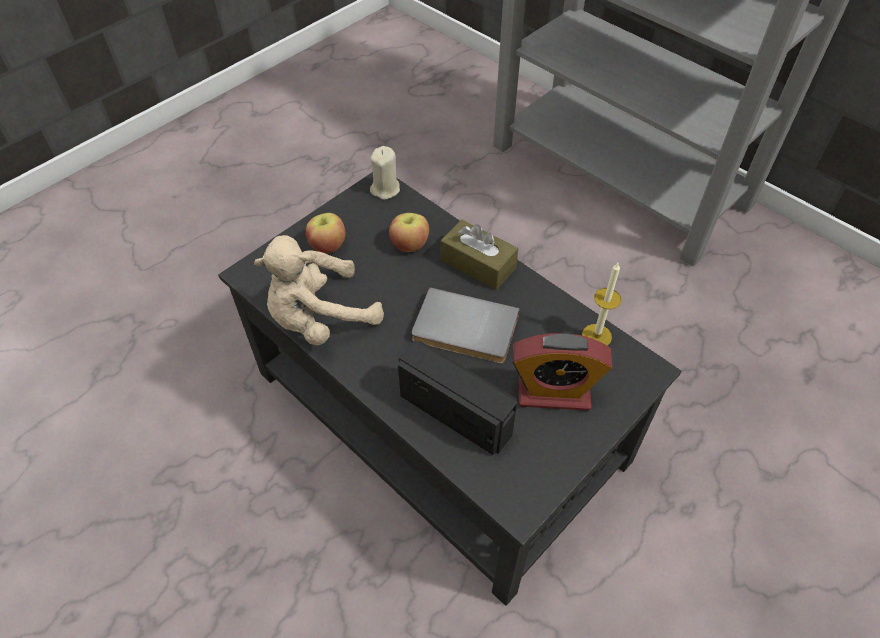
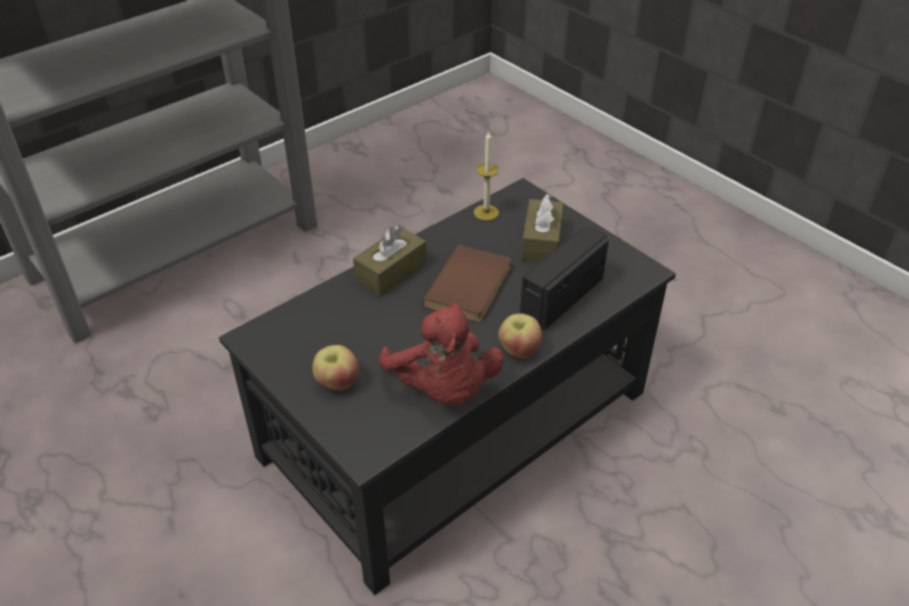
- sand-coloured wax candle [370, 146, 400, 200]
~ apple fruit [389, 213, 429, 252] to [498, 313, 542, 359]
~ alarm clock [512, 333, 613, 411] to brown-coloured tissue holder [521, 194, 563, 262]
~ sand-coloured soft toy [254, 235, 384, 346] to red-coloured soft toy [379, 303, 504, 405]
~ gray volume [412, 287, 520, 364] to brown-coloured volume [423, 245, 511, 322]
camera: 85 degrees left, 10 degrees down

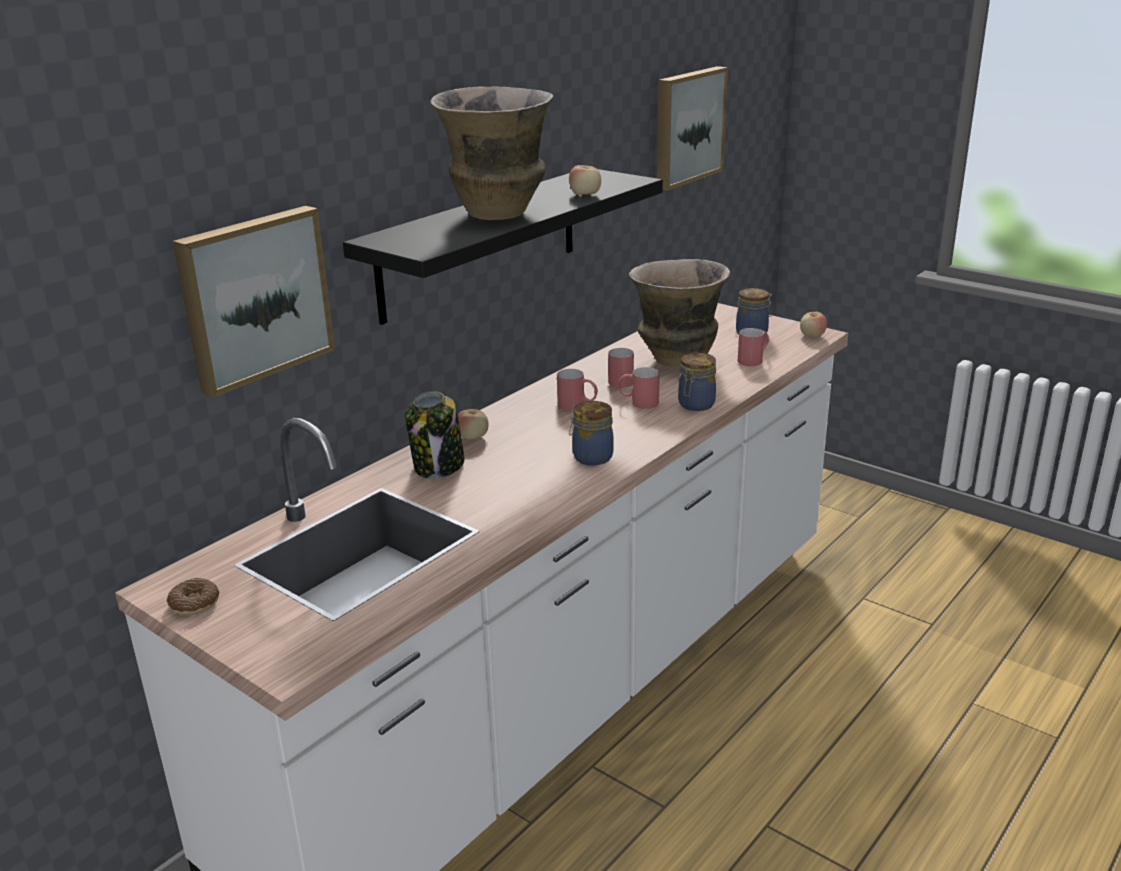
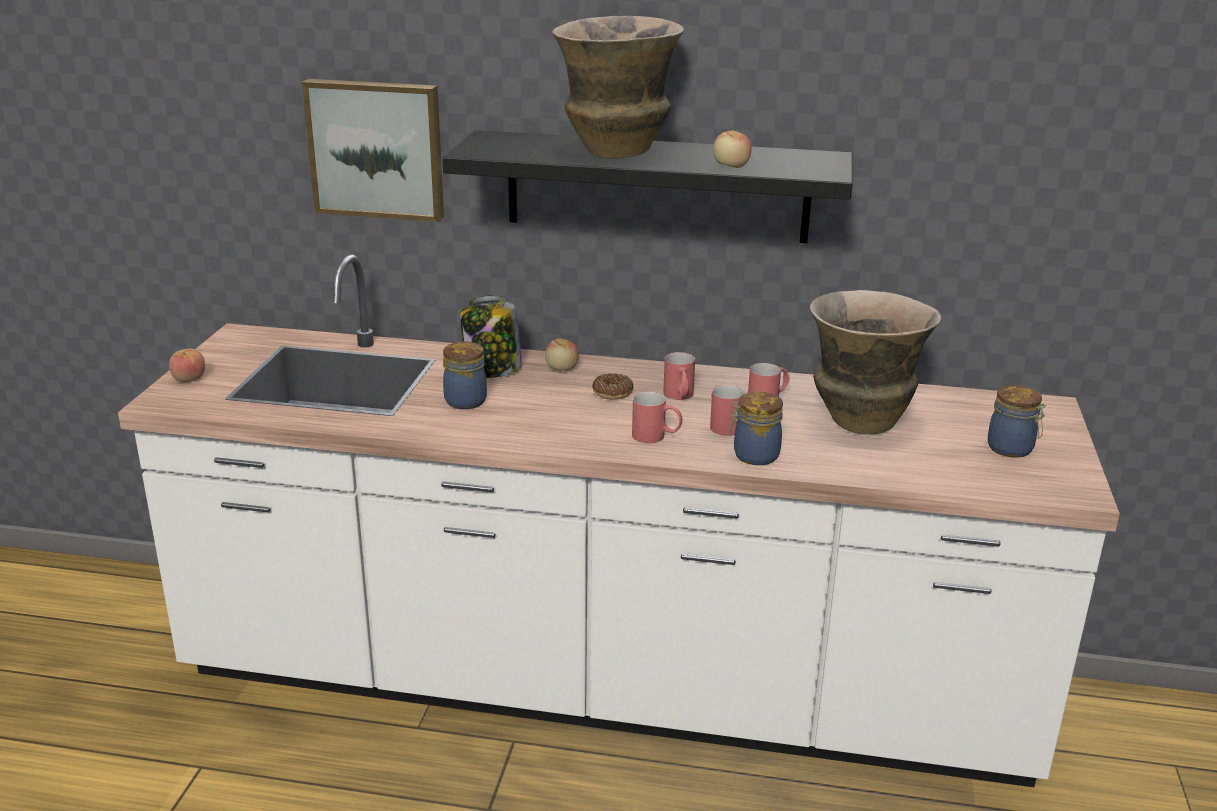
- wall art [657, 66, 728, 191]
~ doughnut [167, 578, 220, 615] to [592, 373, 634, 400]
~ jar [569, 401, 614, 466] to [443, 342, 487, 409]
~ red-coloured coffee mug [738, 328, 769, 366] to [632, 392, 683, 443]
~ apple fruit [800, 312, 827, 338] to [169, 349, 205, 382]
camera: 60 degrees right, 0 degrees up

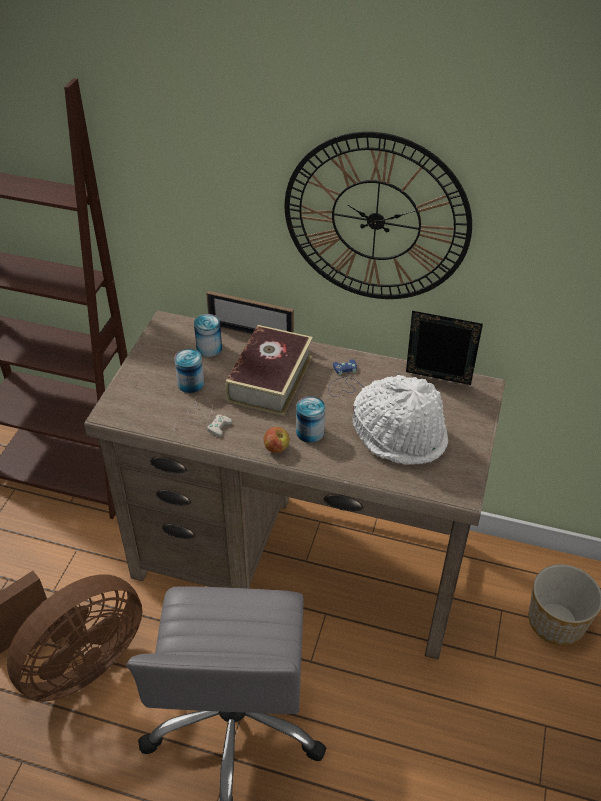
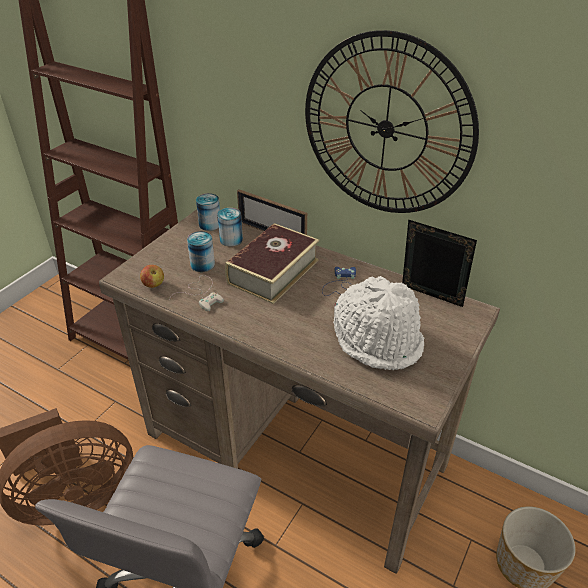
~ apple fruit [263, 427, 289, 453] to [140, 265, 164, 288]
~ metal can [296, 396, 325, 443] to [196, 193, 220, 231]
camera: 15 degrees right, 5 degrees down

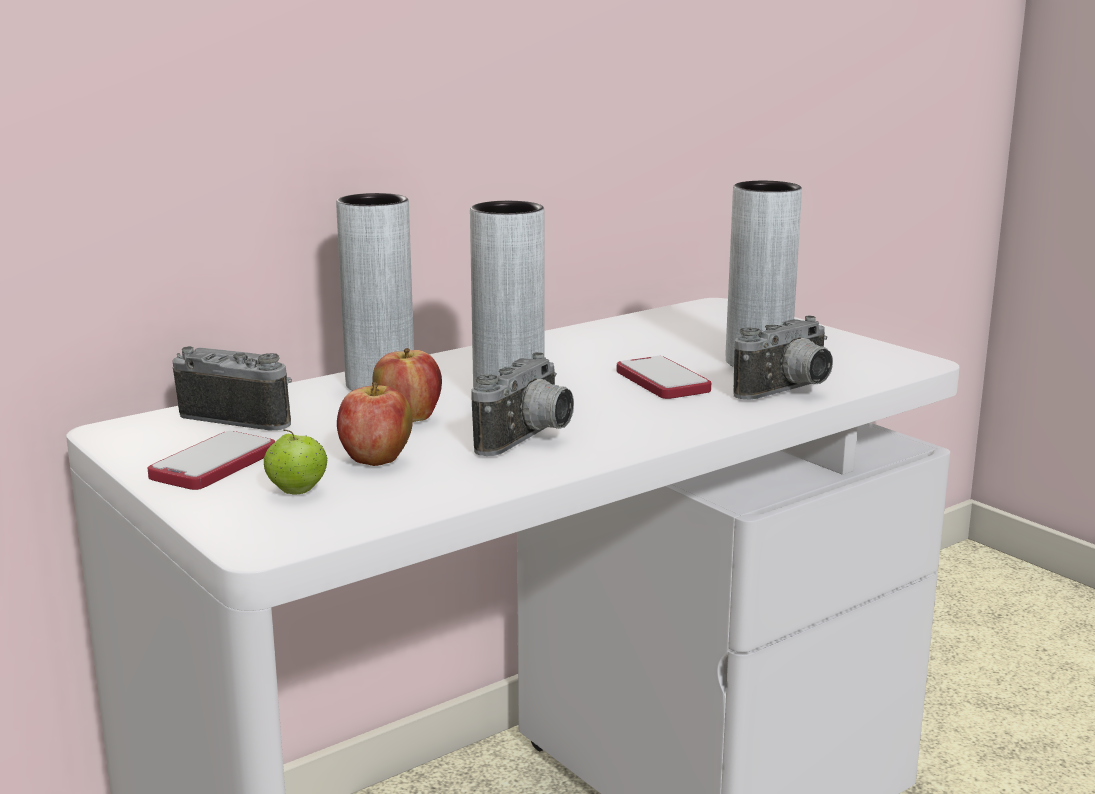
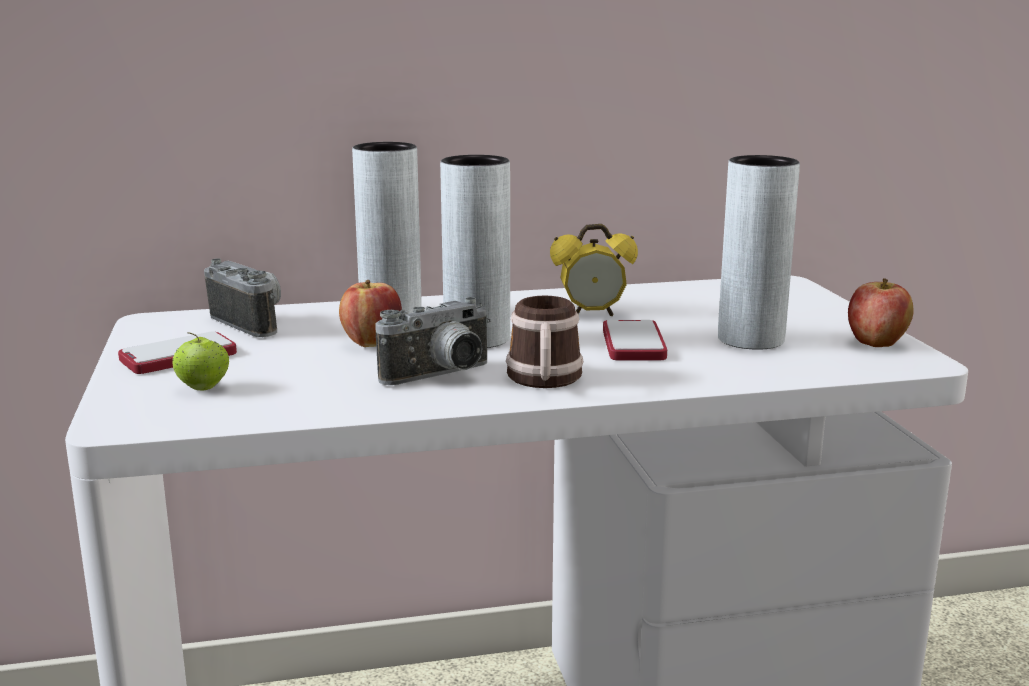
- photo camera [733, 315, 833, 400]
+ coffee mug [506, 296, 584, 388]
+ alarm clock [550, 224, 638, 316]
~ apple fruit [337, 382, 413, 466] to [848, 278, 914, 347]
camera: 25 degrees right, 0 degrees up

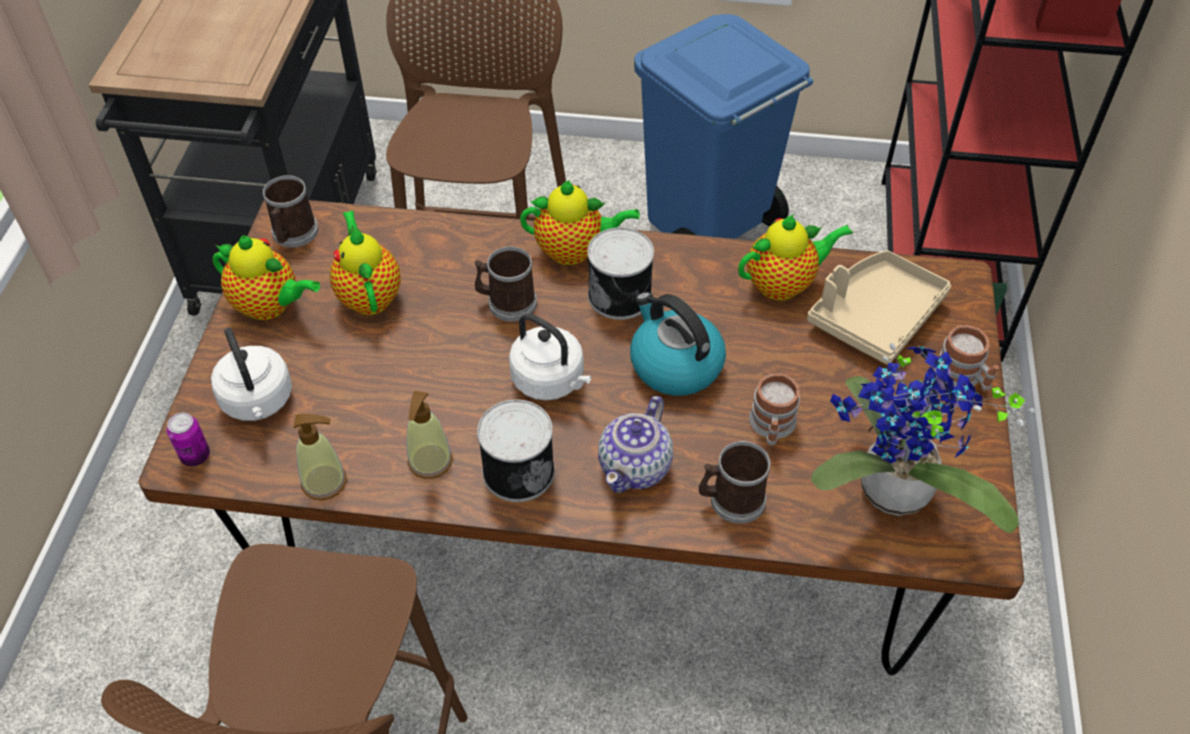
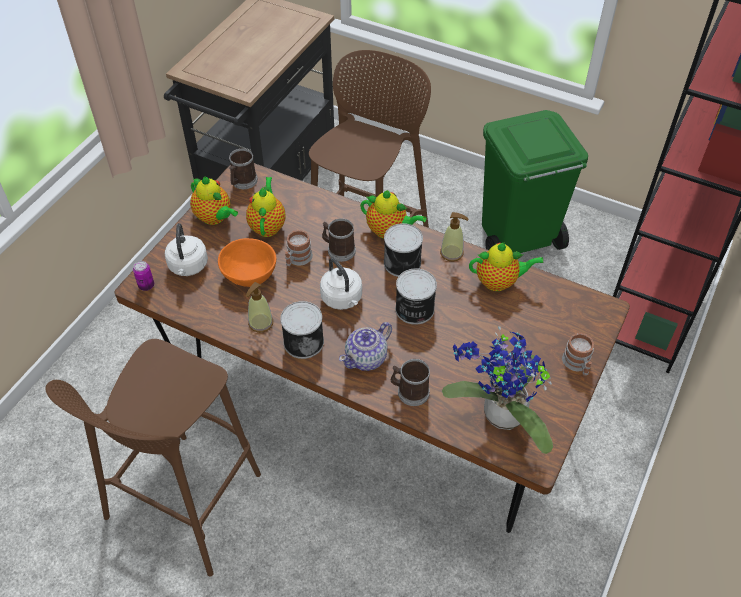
- sand-coloured carrying tray [807, 250, 951, 365]
+ orange bowl [218, 238, 276, 287]
~ soap bottle [294, 414, 347, 500] to [440, 212, 469, 261]
~ coffee mug [749, 373, 800, 447] to [285, 230, 313, 267]
~ water kettle [630, 292, 726, 396] to metal can [395, 269, 437, 325]
~ blue rubbish bin [634, 14, 813, 239] to greenish rubbish bin [482, 110, 588, 253]
camera: 20 degrees right, 0 degrees up

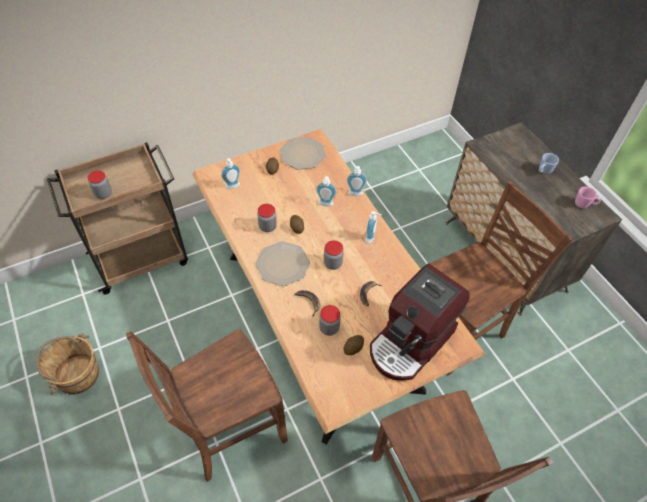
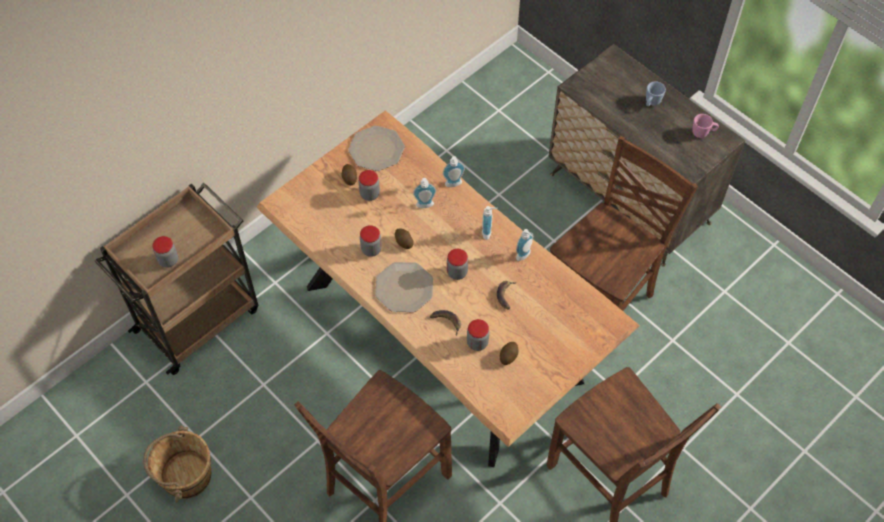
- coffee brewer [370, 264, 470, 381]
+ jar [358, 170, 380, 201]
~ soap bottle [221, 158, 240, 189] to [516, 229, 533, 261]
camera: 15 degrees left, 5 degrees up

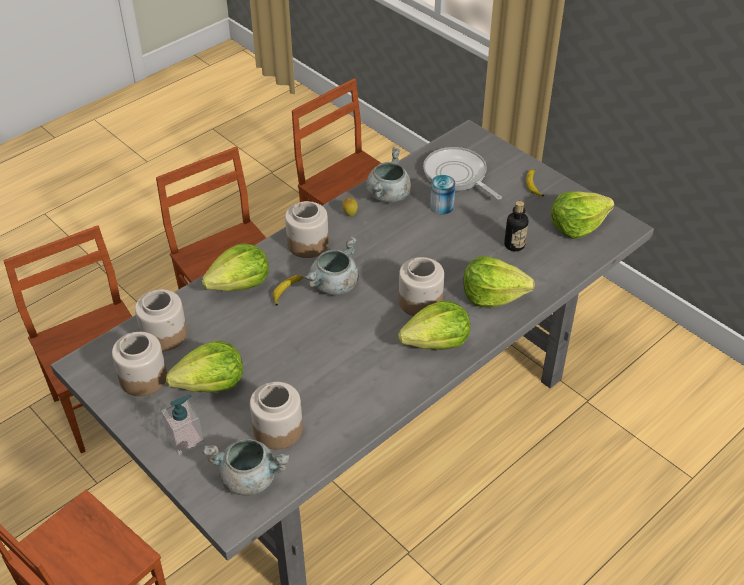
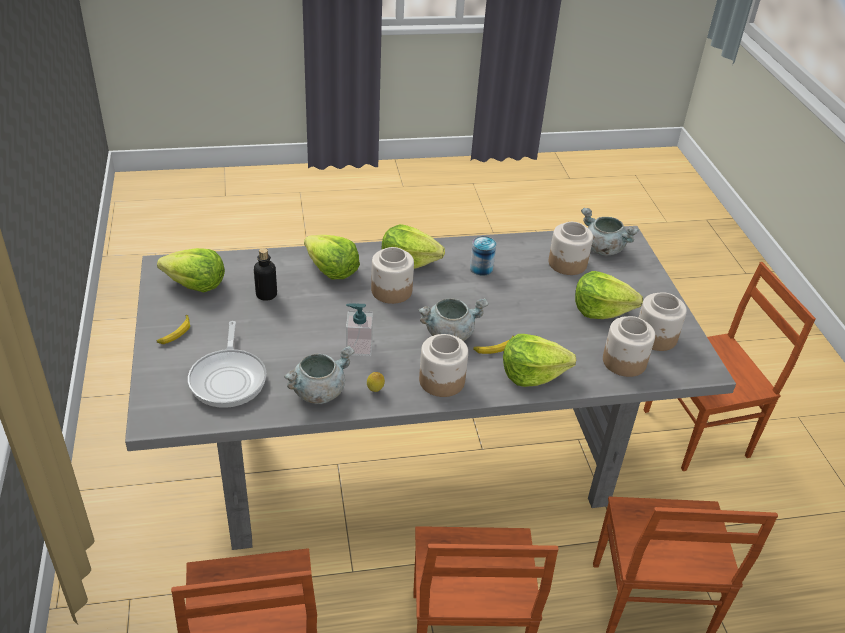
~ soap bottle [161, 394, 204, 455] to [346, 303, 373, 356]
~ metal can [430, 175, 455, 215] to [470, 236, 496, 276]
camera: 150 degrees left, 5 degrees down

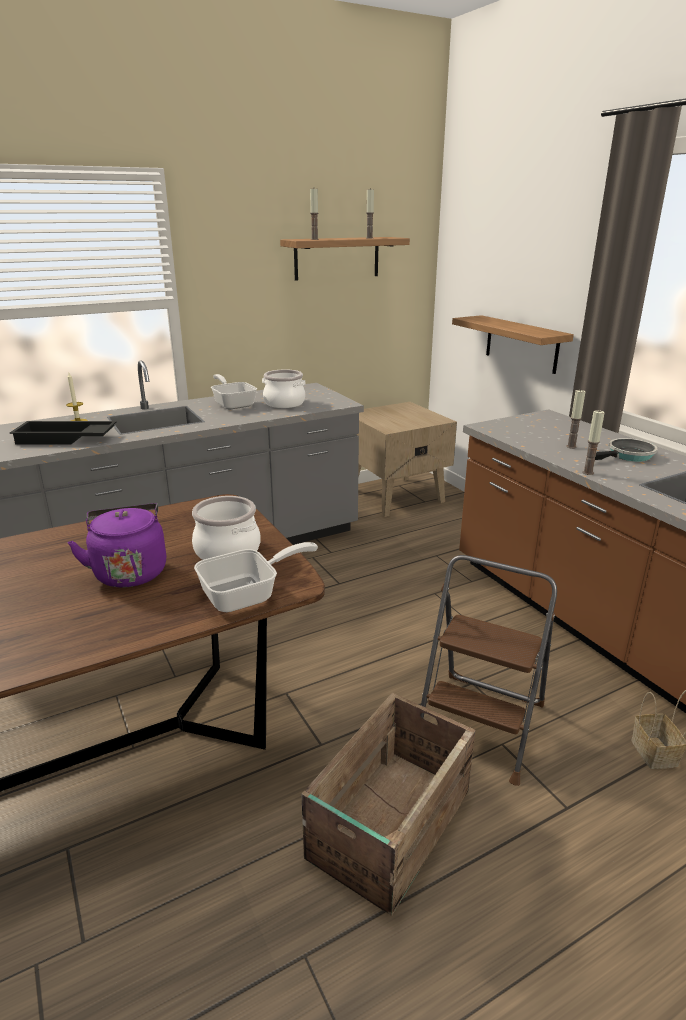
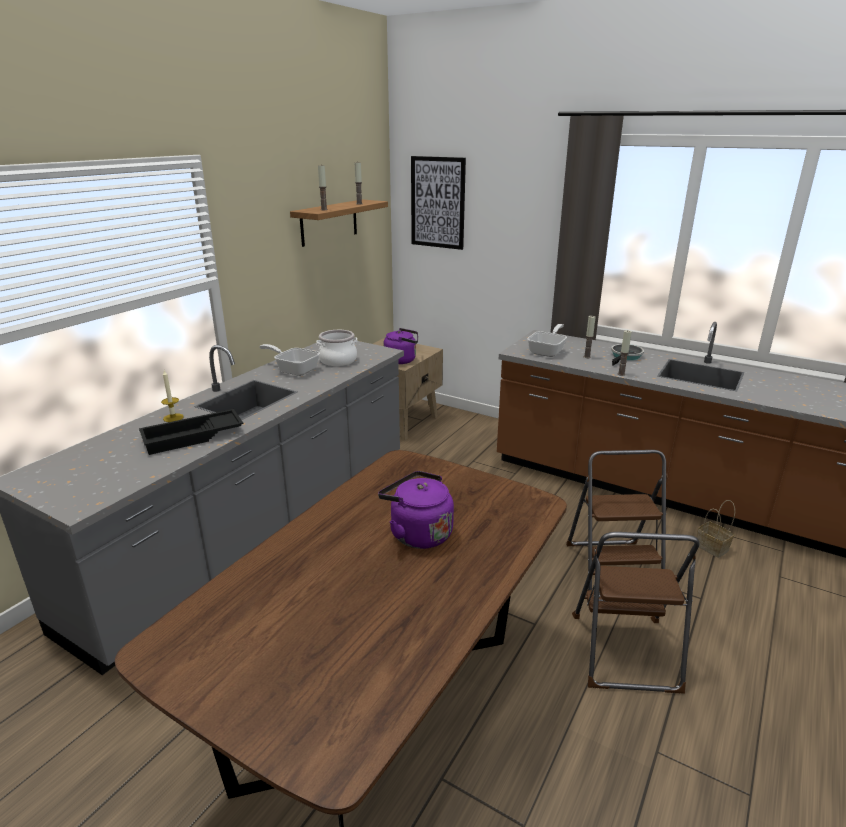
- cooking pot [192, 496, 261, 560]
- wall shelf [452, 315, 574, 374]
+ purple-coloured water kettle [383, 328, 418, 364]
+ wall art [411, 156, 466, 250]
~ skillet [194, 542, 318, 612] to [527, 324, 567, 357]
~ packing crate [301, 693, 475, 916] to brown-coloured step ladder [572, 532, 700, 694]
camera: 30 degrees left, 0 degrees up

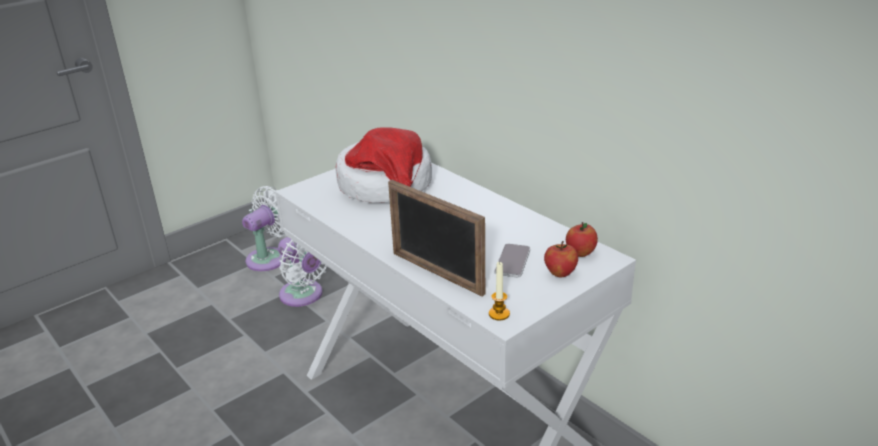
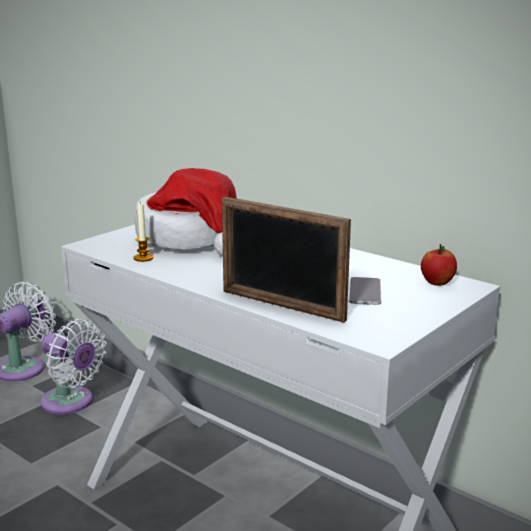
- apple fruit [544, 241, 578, 277]
~ wax candle [489, 262, 510, 321] to [134, 201, 154, 262]
camera: 10 degrees left, 10 degrees down

